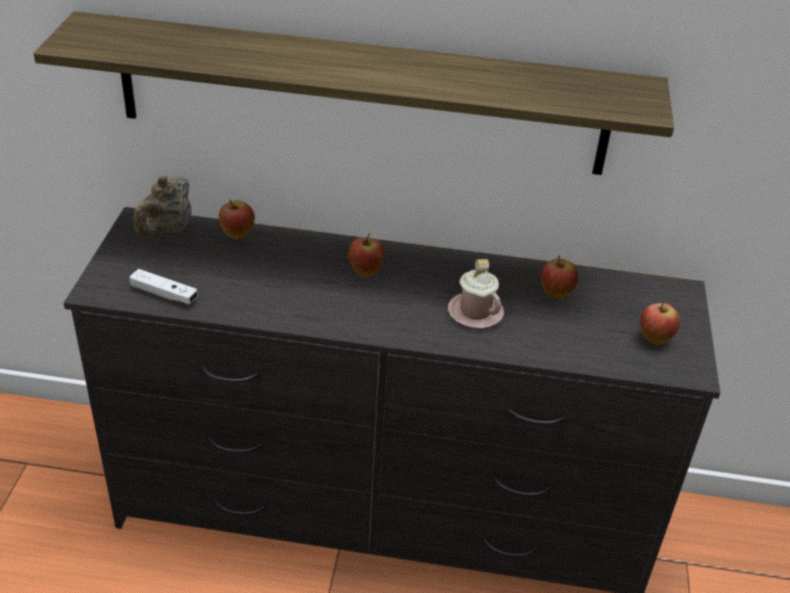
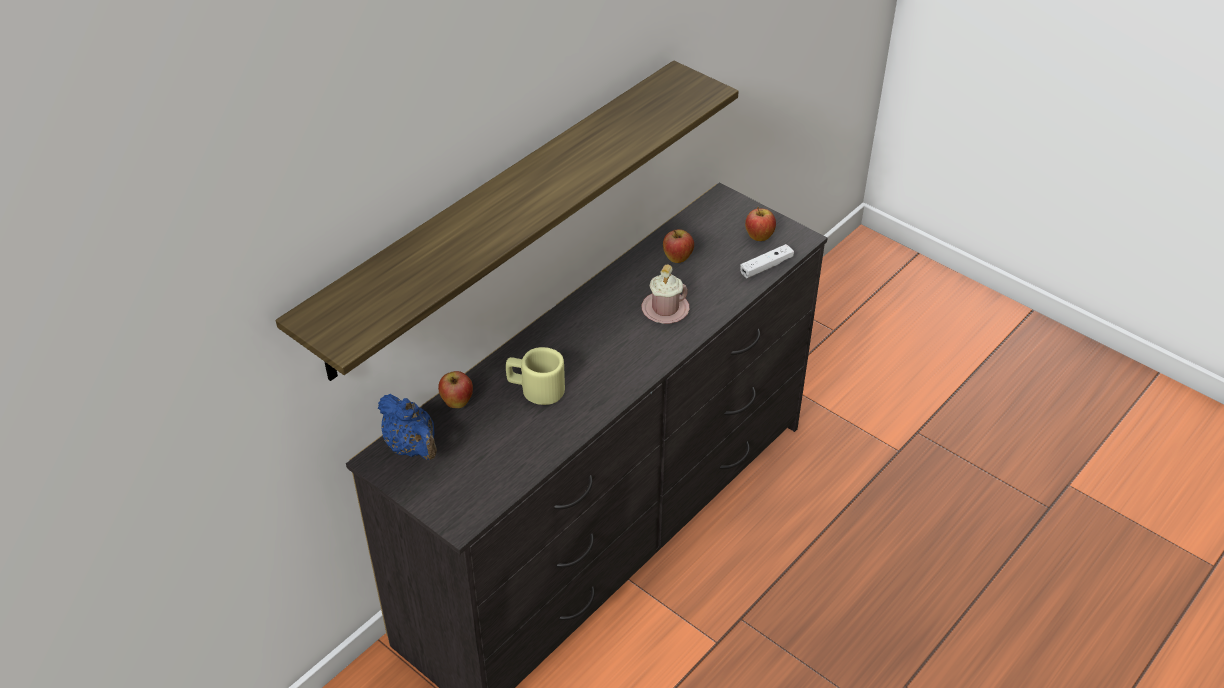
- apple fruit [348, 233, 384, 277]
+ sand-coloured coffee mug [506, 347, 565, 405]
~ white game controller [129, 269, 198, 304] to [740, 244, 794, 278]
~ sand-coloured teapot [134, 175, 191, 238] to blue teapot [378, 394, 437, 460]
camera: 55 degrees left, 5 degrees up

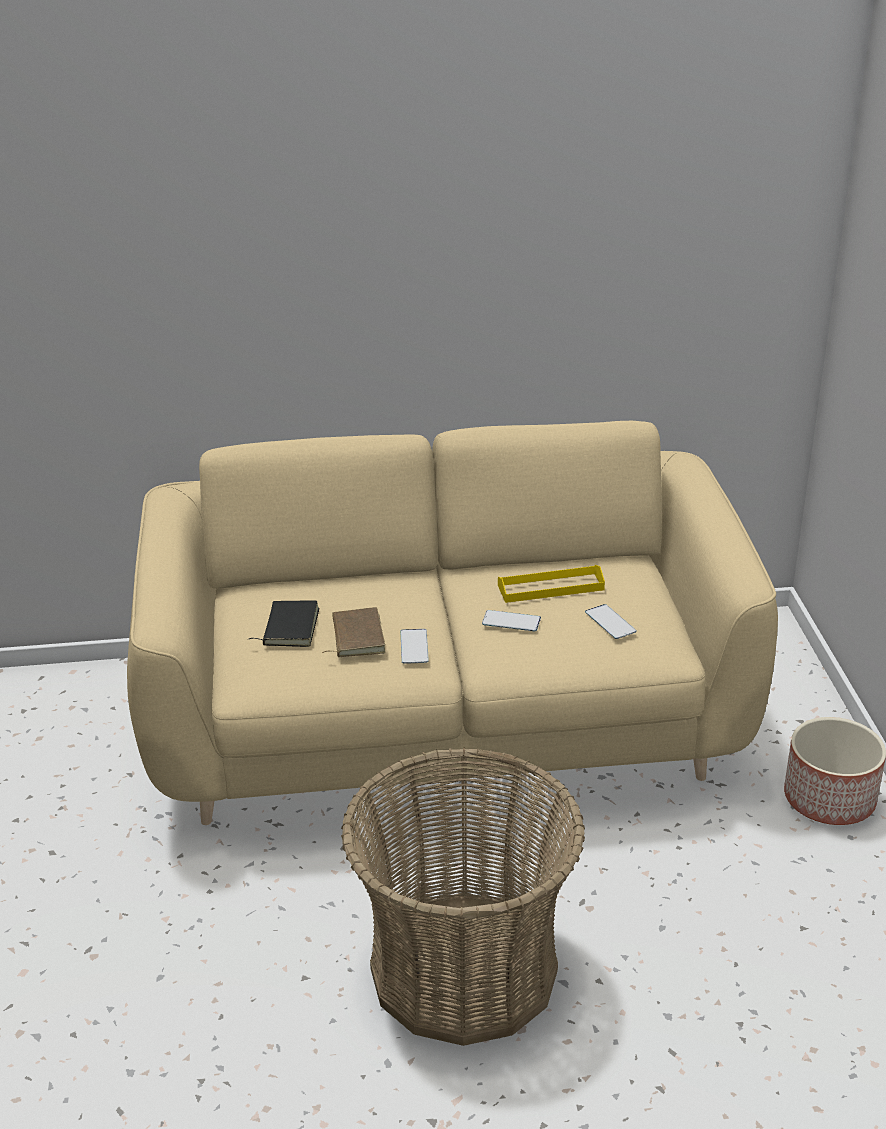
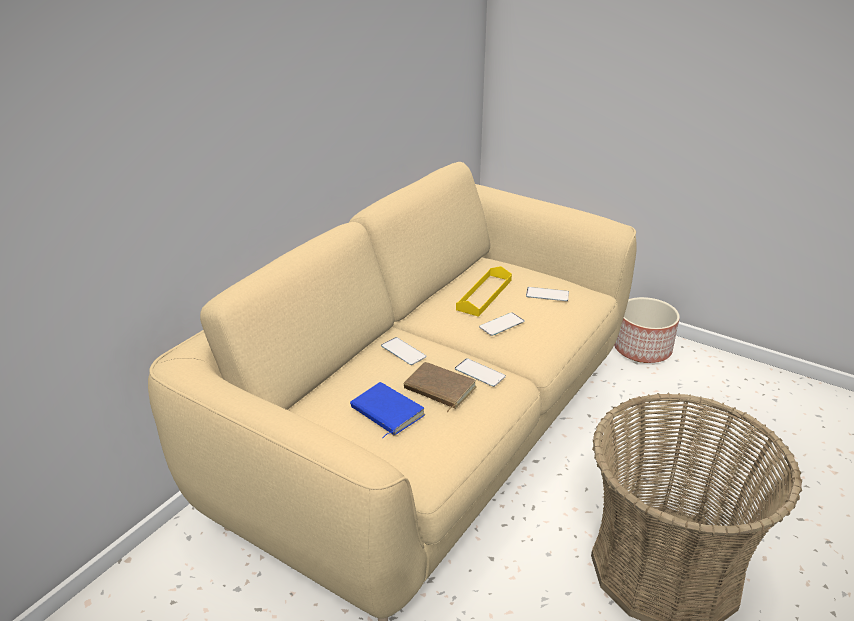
+ telephone [381, 337, 427, 365]
~ black volume [247, 600, 319, 647] to blue volume [350, 382, 425, 438]
camera: 50 degrees left, 0 degrees up

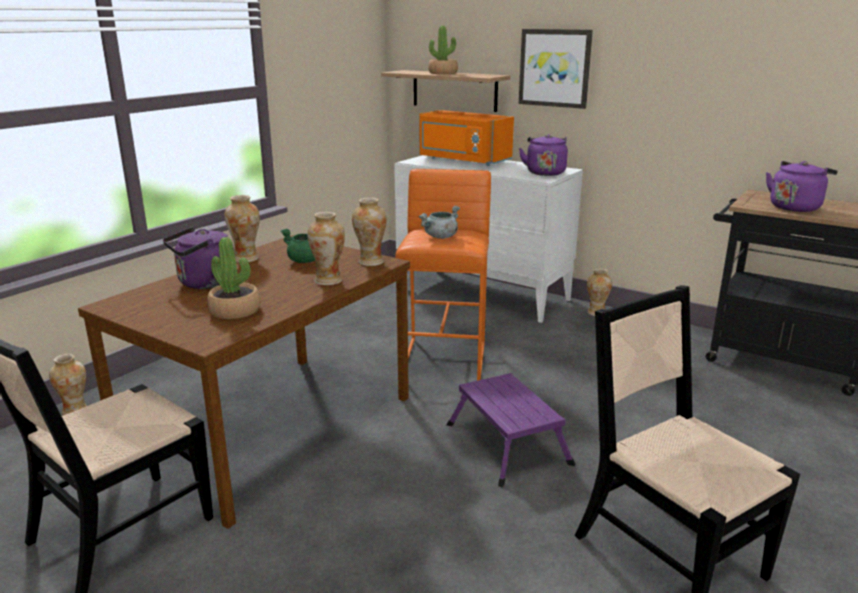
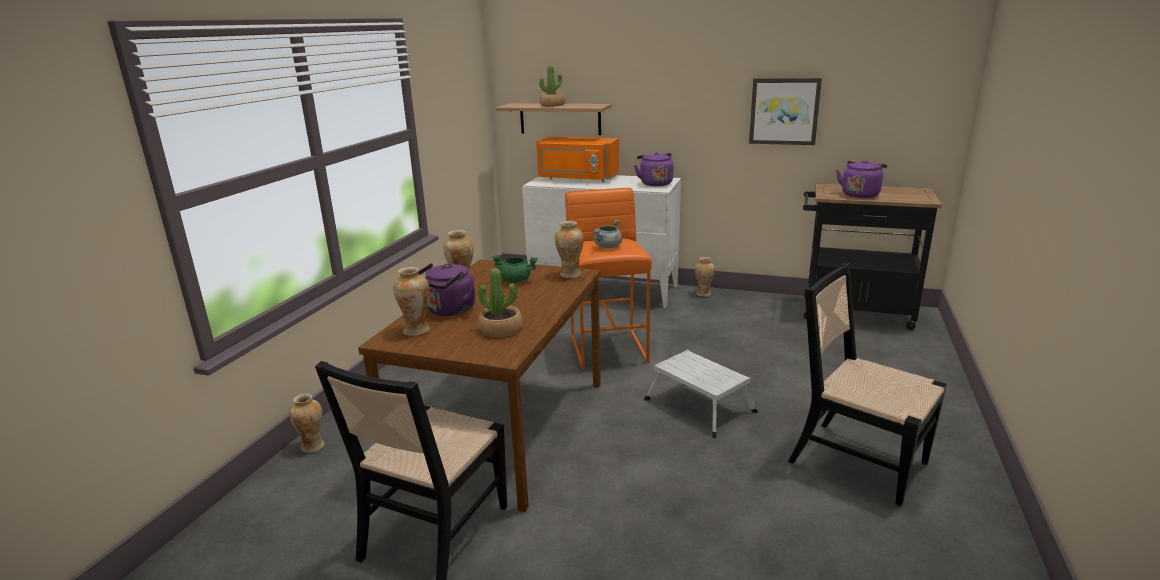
~ decorative vase [307, 212, 345, 285] to [393, 267, 430, 336]
~ wall art [519, 29, 593, 109] to [749, 78, 822, 145]
~ purple-coloured step ladder [446, 373, 575, 487] to white step ladder [644, 350, 758, 438]
camera: 15 degrees left, 0 degrees up

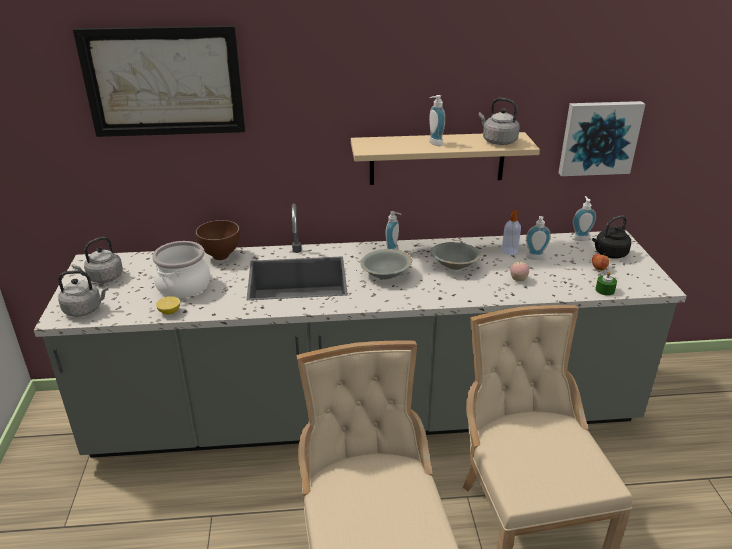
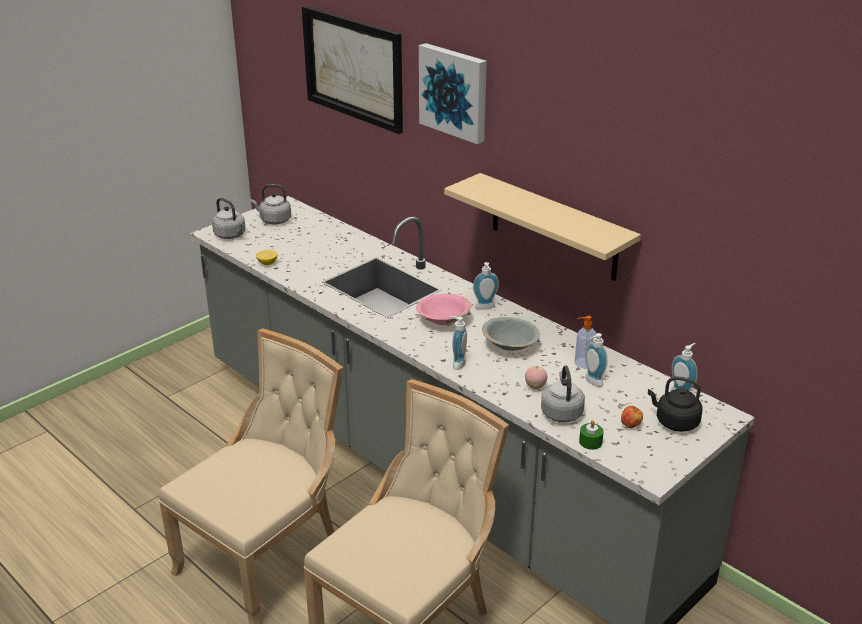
- cooking pot [152, 241, 210, 298]
- brown-coloured bowl [195, 220, 240, 260]
~ soap bottle [429, 95, 445, 146] to [449, 316, 467, 370]
~ gray water kettle [478, 98, 520, 145] to [541, 366, 585, 422]
~ wall art [558, 101, 645, 176] to [419, 43, 487, 144]
~ gray bowl [360, 249, 412, 279] to pinkish bowl [416, 294, 471, 325]
camera: 50 degrees right, 0 degrees up

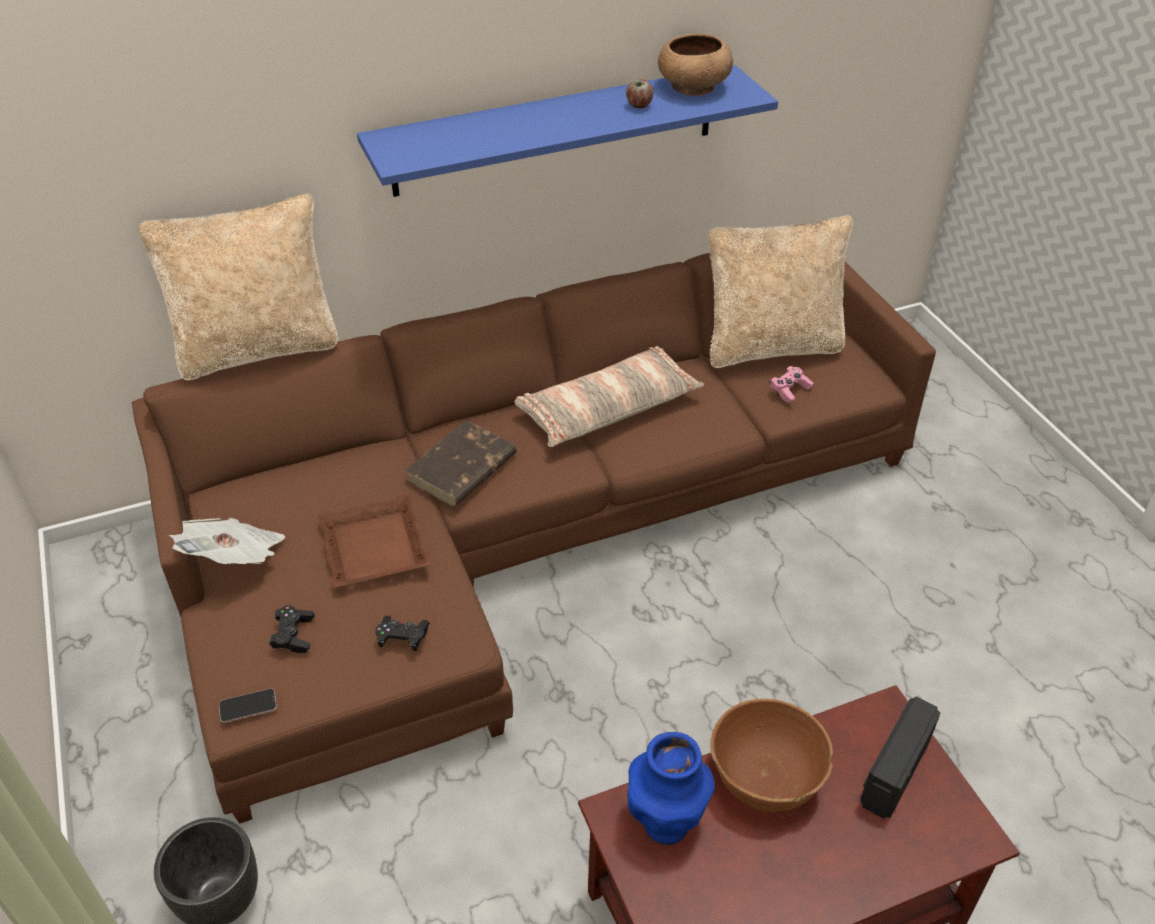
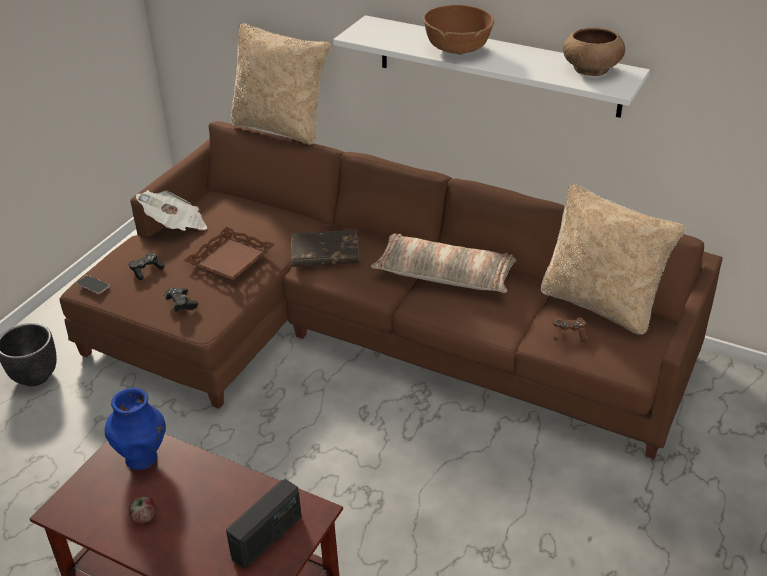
~ apple fruit [626, 79, 653, 108] to [129, 496, 156, 523]
~ brown-coloured bowl [710, 699, 833, 812] to [423, 5, 494, 55]
~ blue wall shelf [357, 65, 778, 197] to white wall shelf [333, 15, 650, 118]
~ pinkish game controller [770, 366, 814, 403] to brown-coloured game controller [553, 317, 587, 341]
~ radio set [860, 697, 941, 819] = [226, 479, 302, 569] 135 degrees clockwise
camera: 50 degrees right, 5 degrees down

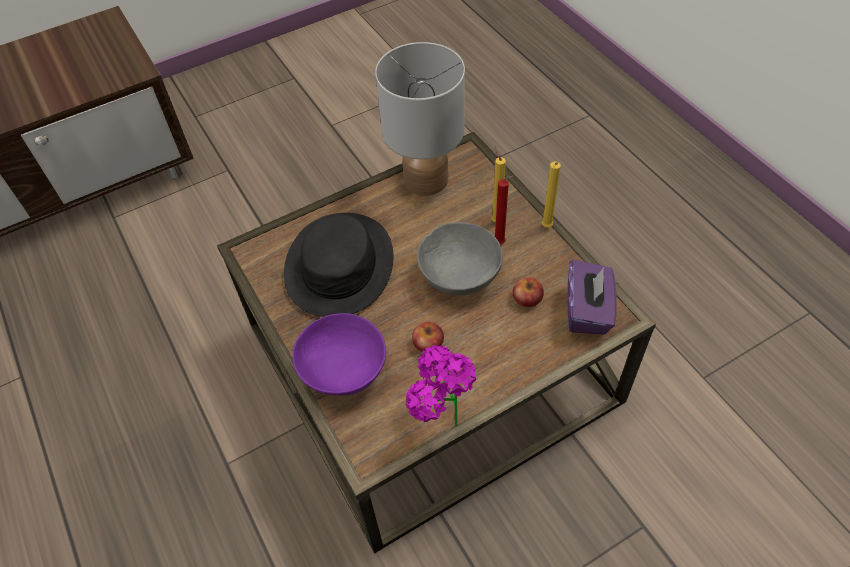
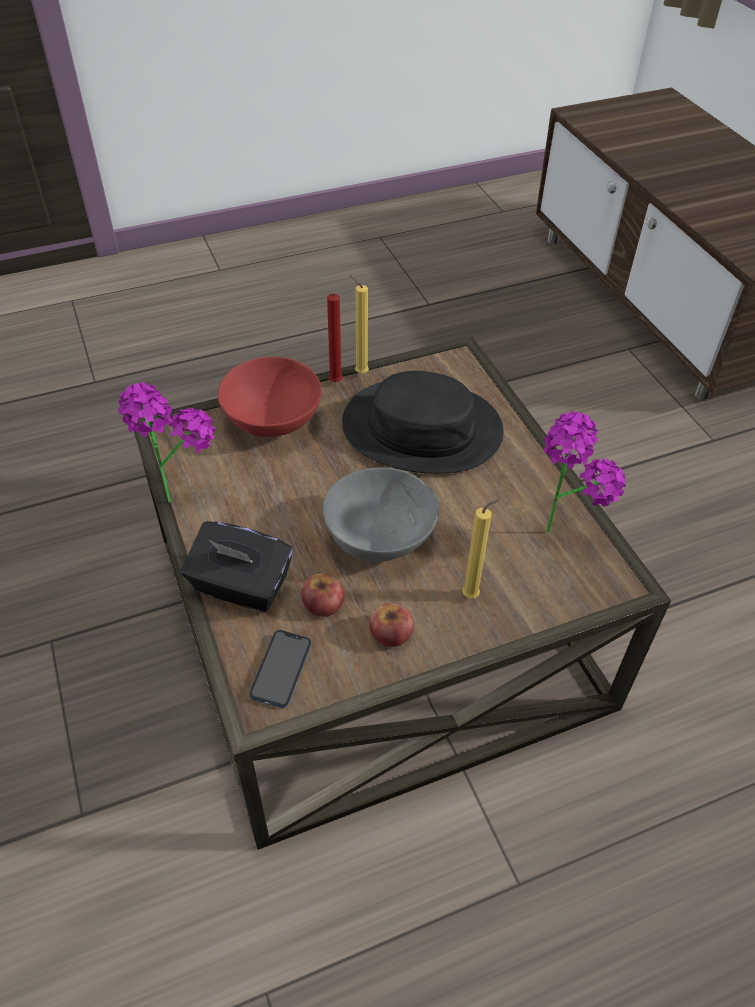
+ black tissue holder [181, 522, 293, 612]
~ apple fruit [412, 322, 444, 352] to [369, 603, 414, 647]
~ red-coloured wax candle [495, 176, 515, 244] to [327, 293, 343, 382]
~ yellow-coloured wax candle [542, 162, 561, 227] to [350, 275, 369, 373]
~ gray lamp for a table [375, 42, 465, 196] to potted plant [544, 411, 626, 532]
~ purple-coloured tissue holder [568, 259, 617, 335] to telephone [249, 630, 311, 708]
~ purple-coloured bowl [293, 313, 386, 396] to red-coloured bowl [218, 357, 322, 437]
camera: 95 degrees right, 5 degrees down

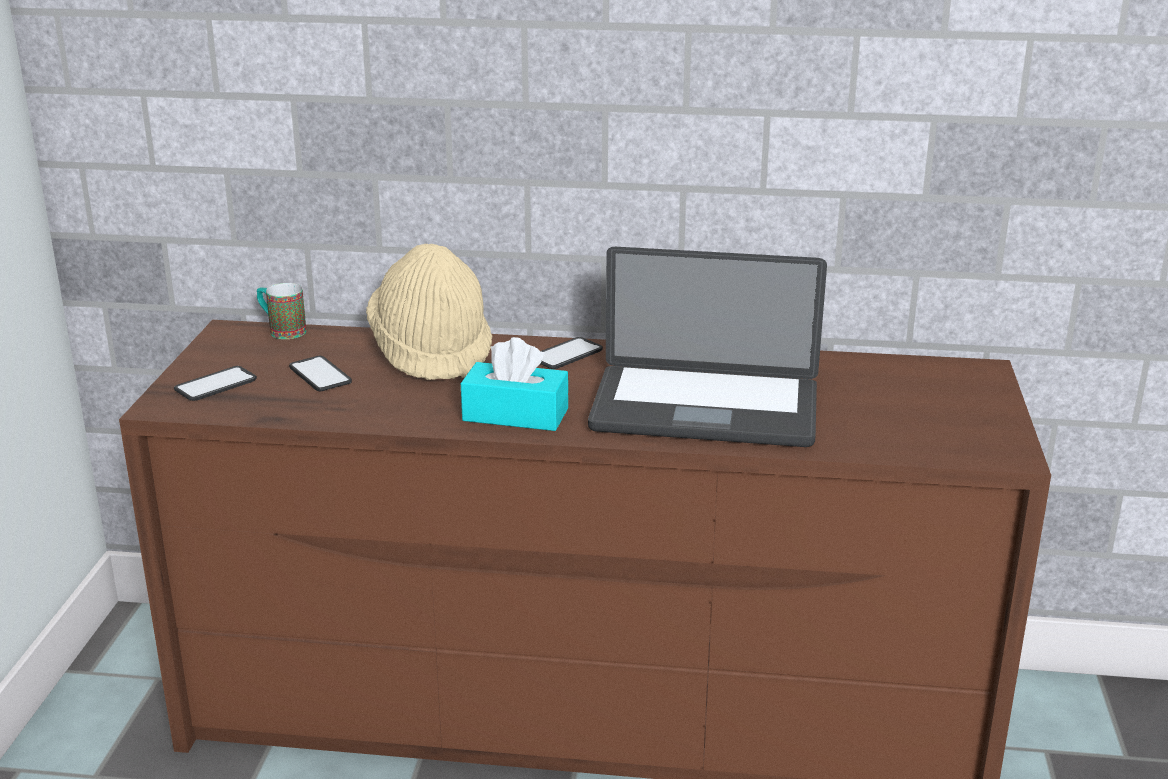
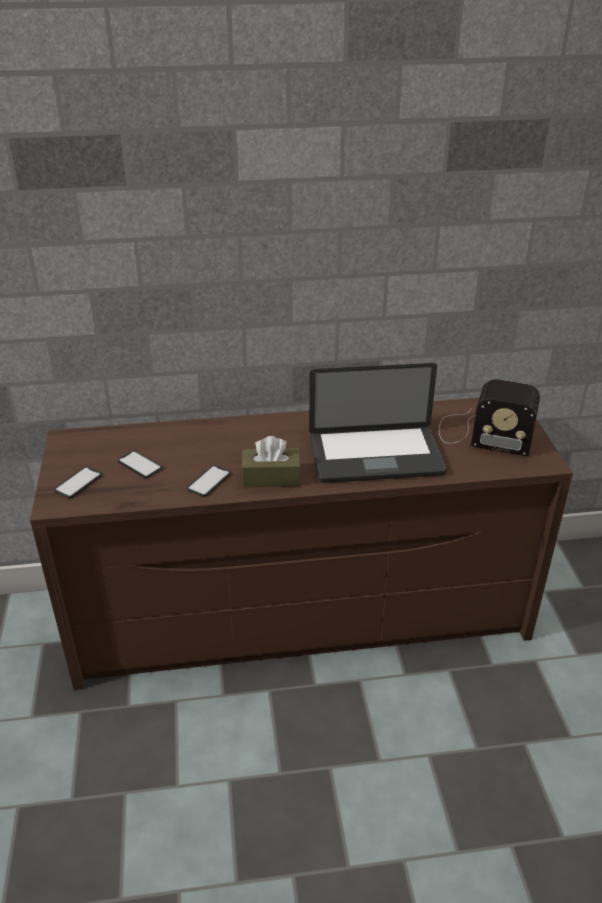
- coffee mug [257, 283, 306, 339]
- sand-coloured wearable hat [366, 244, 492, 380]
+ radio set [439, 379, 540, 457]
~ telephone [540, 337, 603, 369] to [187, 465, 231, 497]
~ blue-green tissue holder [461, 337, 568, 431] to brown-coloured tissue holder [241, 436, 301, 487]
camera: 15 degrees left, 10 degrees up

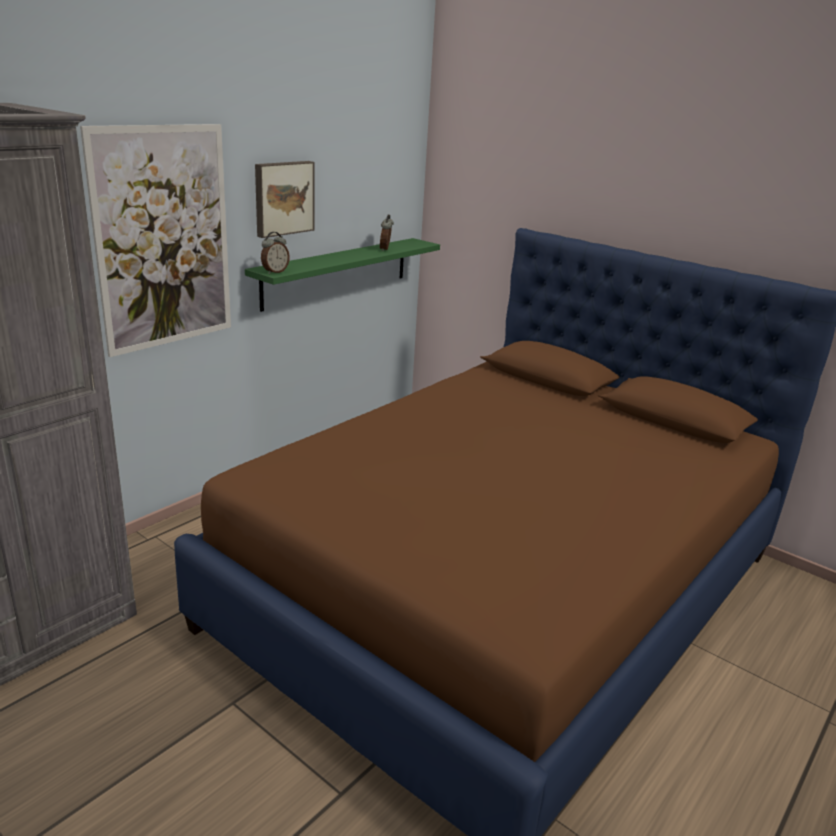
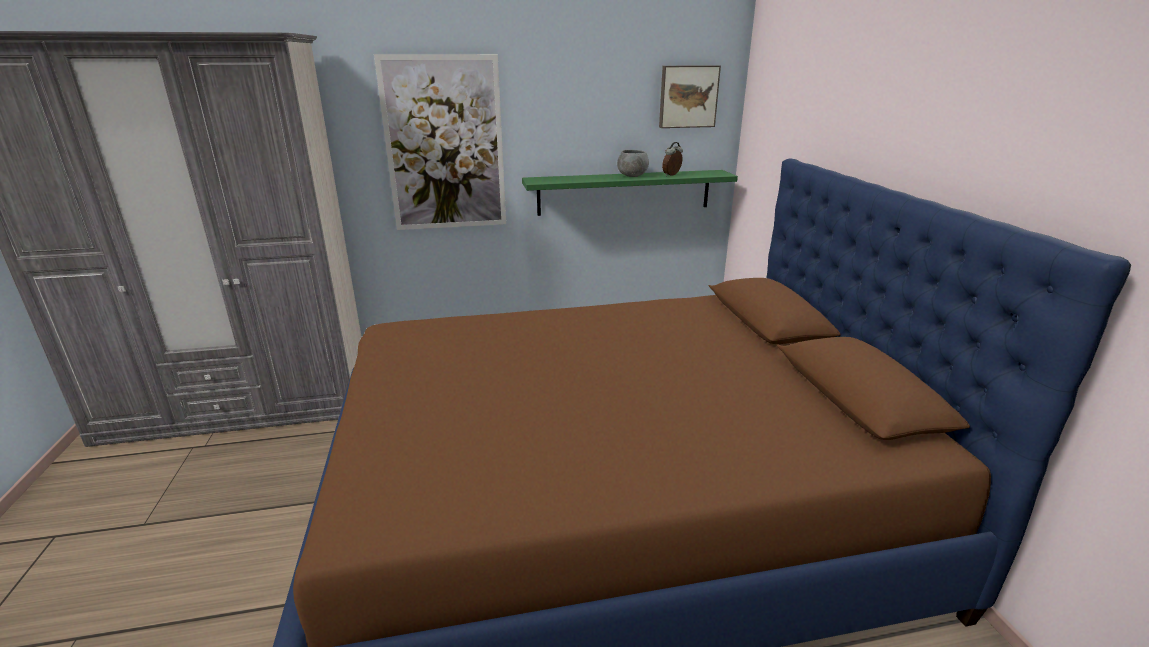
- alarm clock [261, 232, 290, 274]
+ gray bowl [617, 150, 649, 177]
~ wall art [255, 161, 314, 238] to [659, 65, 721, 128]
camera: 40 degrees right, 0 degrees up

